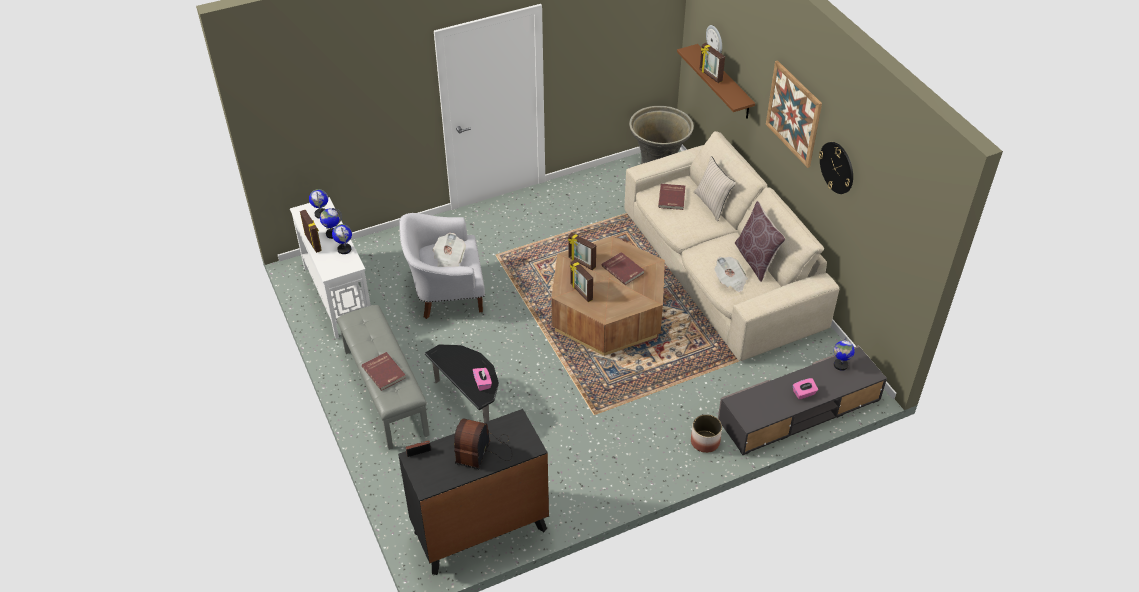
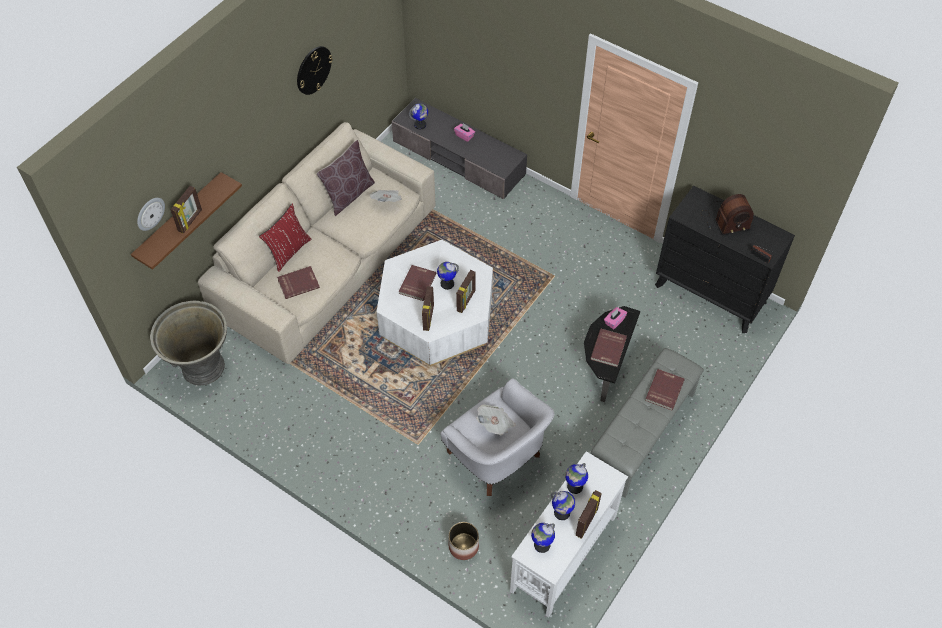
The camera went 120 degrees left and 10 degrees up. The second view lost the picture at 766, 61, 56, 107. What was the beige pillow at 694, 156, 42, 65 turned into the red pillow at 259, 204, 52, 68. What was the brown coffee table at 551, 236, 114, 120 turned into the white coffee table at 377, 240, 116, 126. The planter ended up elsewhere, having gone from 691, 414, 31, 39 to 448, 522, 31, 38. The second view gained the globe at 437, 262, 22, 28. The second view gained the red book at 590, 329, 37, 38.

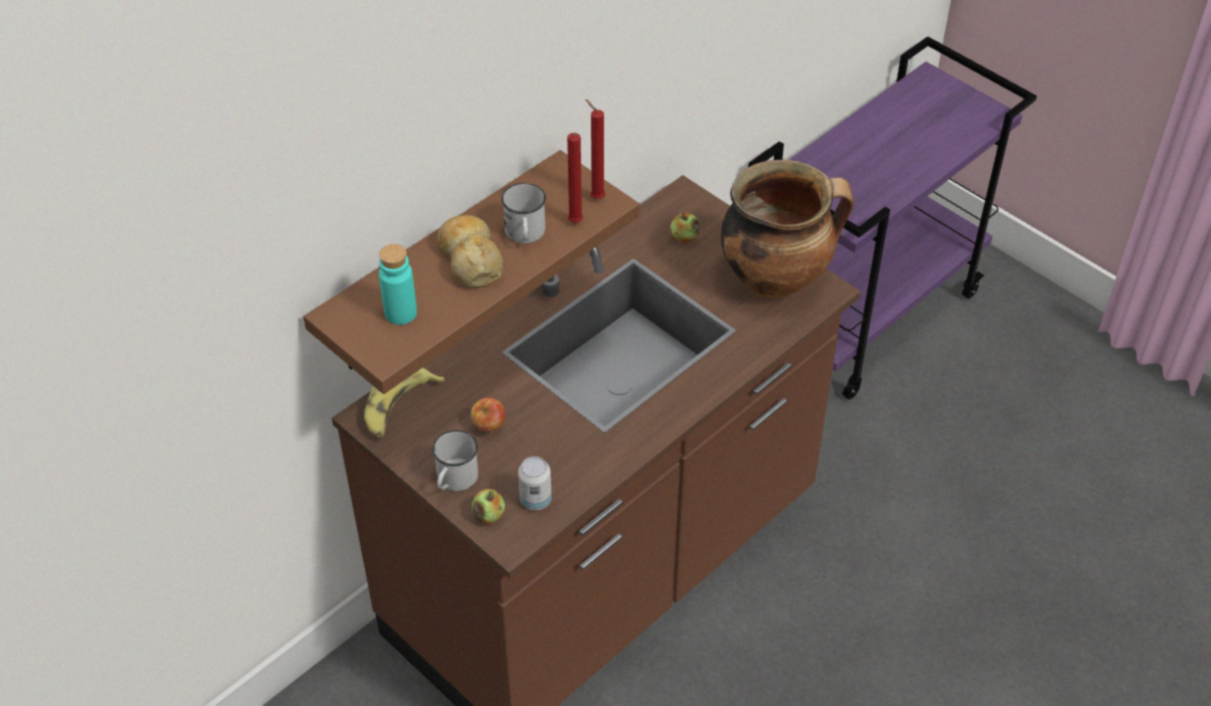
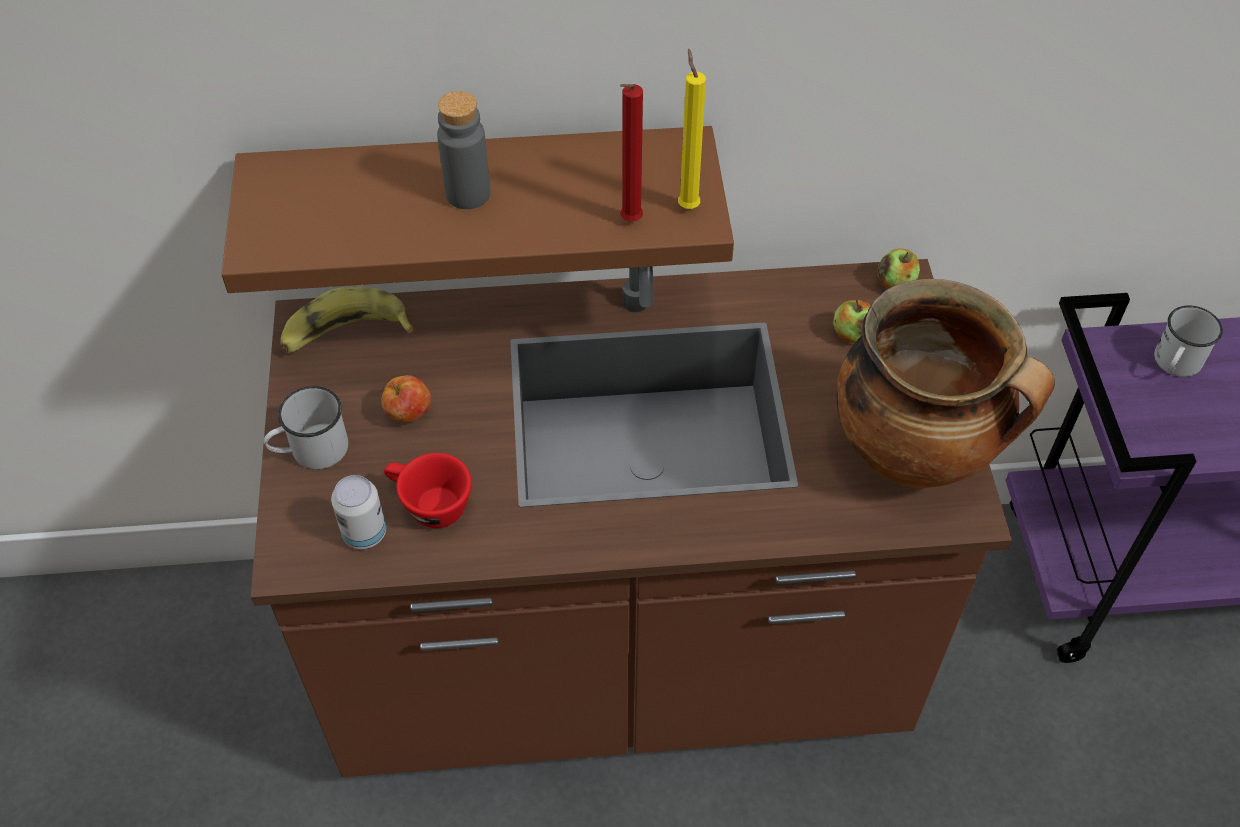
The camera went 40 degrees right and 5 degrees up. What was the red candle at 585, 99, 21, 100 turned into the yellow candle at 678, 49, 28, 160. The white mug ended up elsewhere, having gone from 501, 183, 45, 61 to 1154, 305, 69, 72. Where the bread stood at 437, 215, 66, 73, the grey bottle came to stand at 437, 91, 54, 118. The second view lost the turquoise bottle at 379, 244, 38, 81. The apple ended up elsewhere, having gone from 472, 489, 33, 35 to 878, 248, 42, 41. The second view gained the red cup at 384, 453, 88, 75.

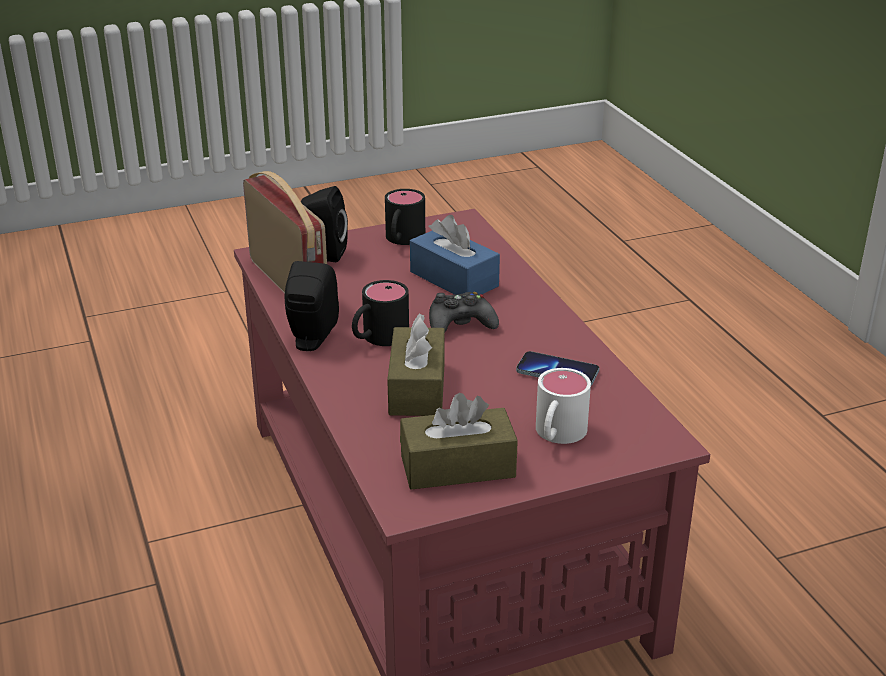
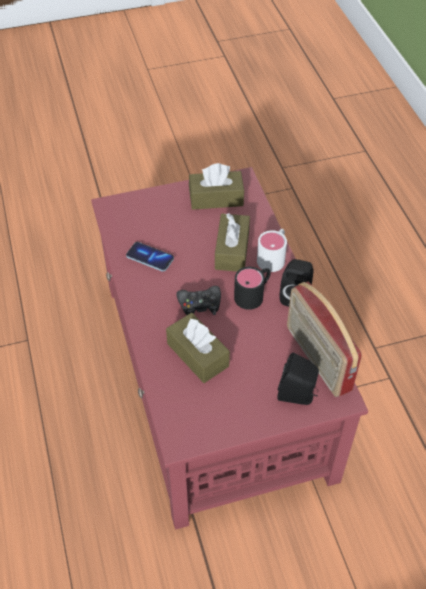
The camera went 175 degrees left and 20 degrees up. The second view lost the black mug at 385, 189, 40, 56. What was the blue tissue box at 410, 215, 90, 80 turned into the brown tissue box at 166, 313, 64, 70. The white mug ended up elsewhere, having gone from 536, 368, 55, 76 to 257, 229, 30, 43.

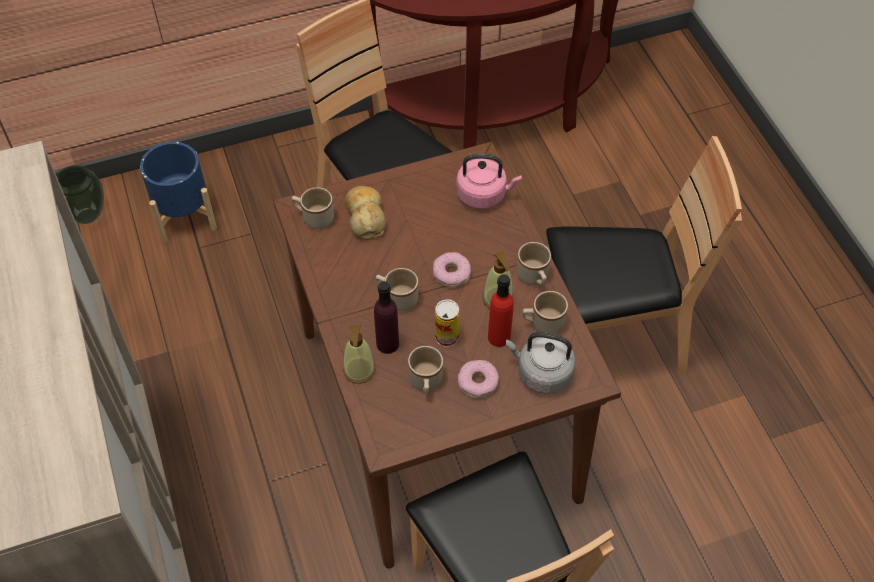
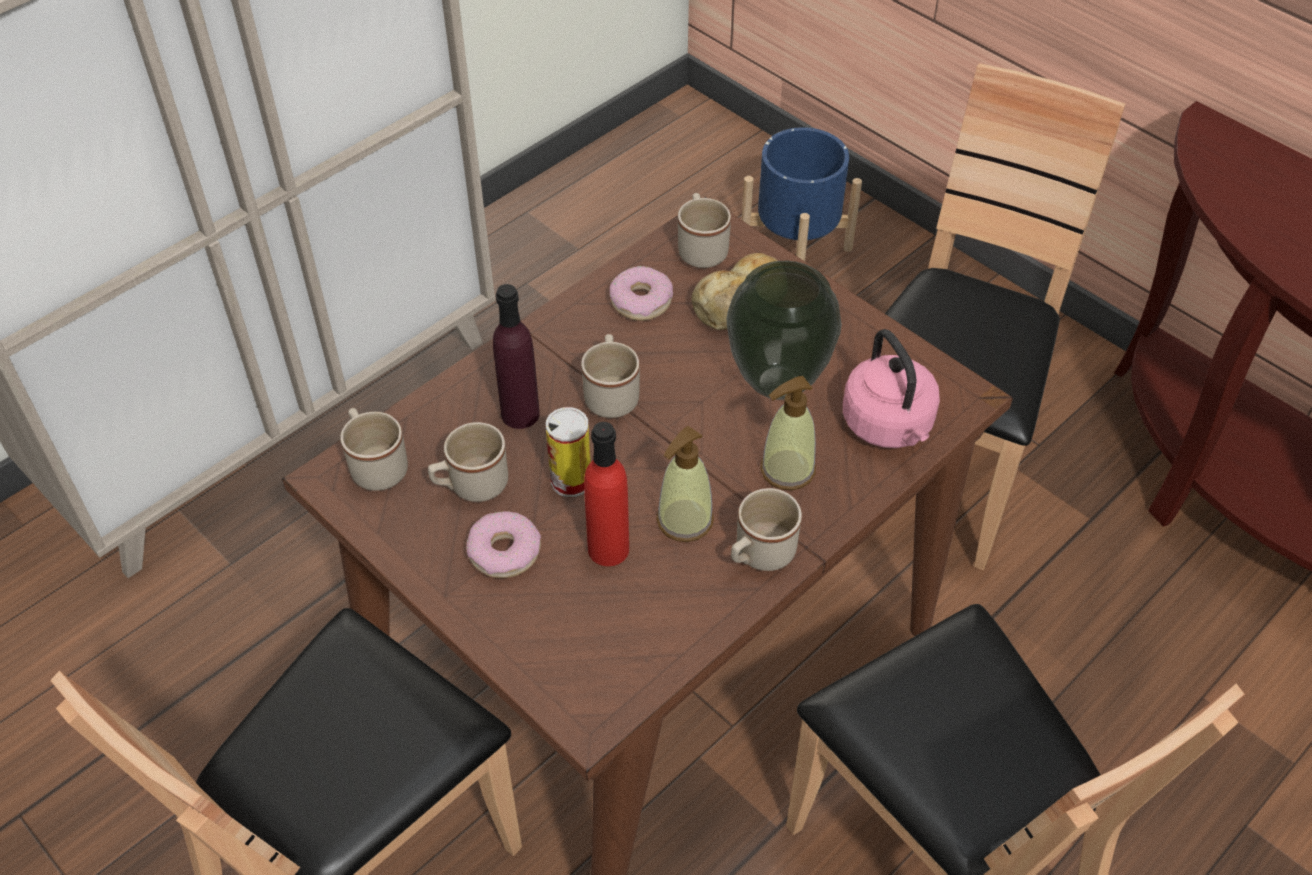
The camera went 65 degrees right and 5 degrees down. The vase ended up elsewhere, having gone from 56, 165, 48, 59 to 726, 261, 116, 139. The donut ended up elsewhere, having gone from 433, 252, 38, 35 to 610, 266, 63, 55. The beige mug ended up elsewhere, having gone from 522, 291, 46, 43 to 340, 408, 68, 83. The soap dispenser ended up elsewhere, having gone from 343, 325, 33, 59 to 760, 376, 56, 114. The second view lost the grey kettle at 506, 332, 69, 62.

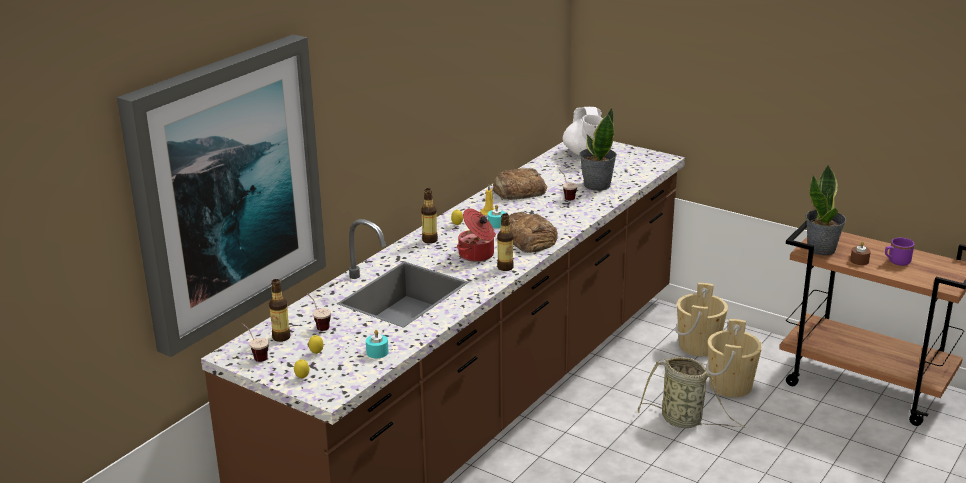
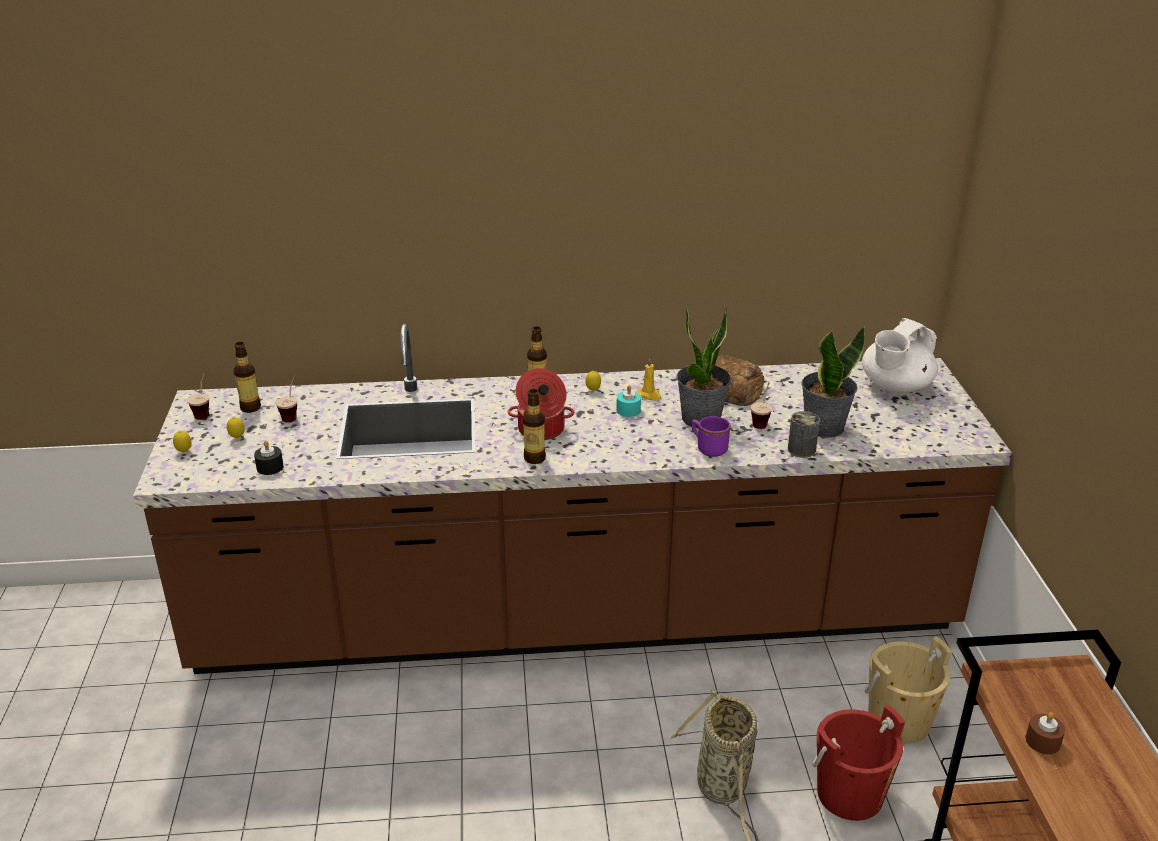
The camera went 50 degrees right and 5 degrees up. The second view lost the picture at 117, 34, 209, 323. The potted plant ended up elsewhere, having gone from 806, 164, 40, 91 to 677, 306, 54, 123. The second view lost the bread at 509, 212, 49, 41. The purple mug ended up elsewhere, having gone from 885, 238, 29, 28 to 692, 416, 39, 41. What was the beige bucket at 706, 319, 56, 78 turned into the red bucket at 813, 705, 92, 116. What was the turquoise candle at 366, 330, 23, 28 turned into the black candle at 254, 441, 30, 34. The second view gained the can at 788, 411, 32, 47.

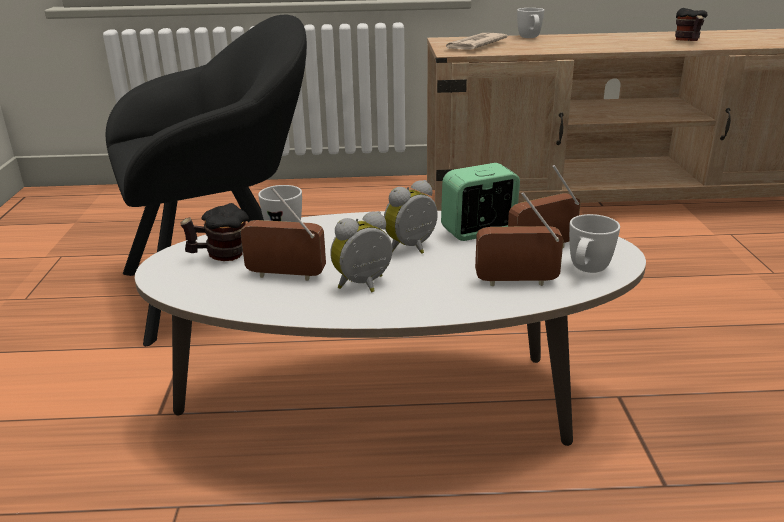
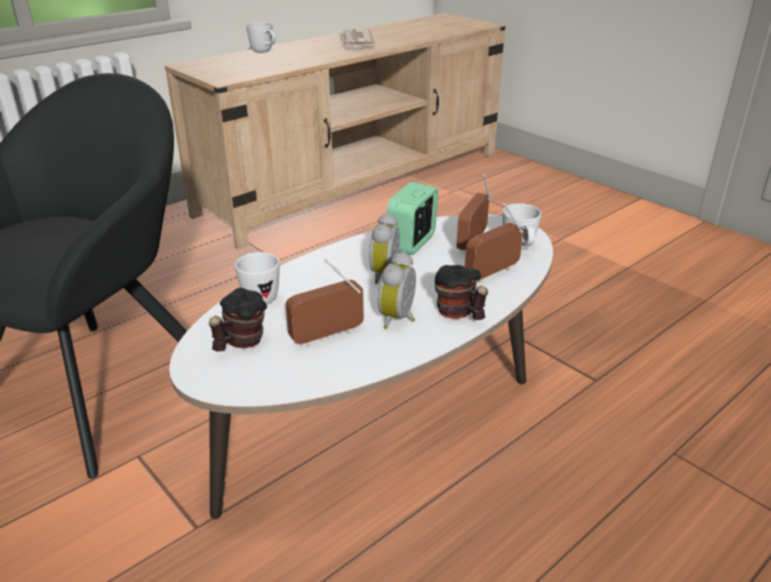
The camera went 40 degrees left and 5 degrees up. The mug ended up elsewhere, having gone from 675, 8, 33, 33 to 435, 265, 53, 55. The newspaper ended up elsewhere, having gone from 446, 33, 62, 17 to 339, 28, 35, 22.

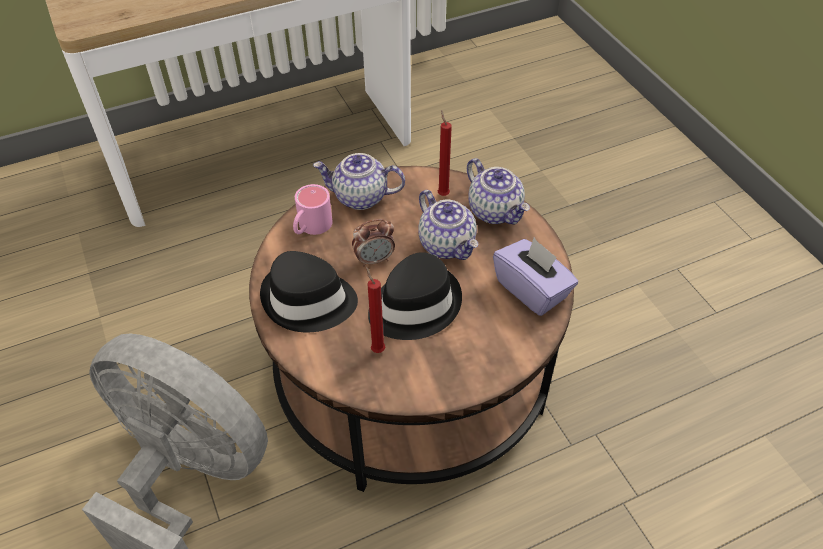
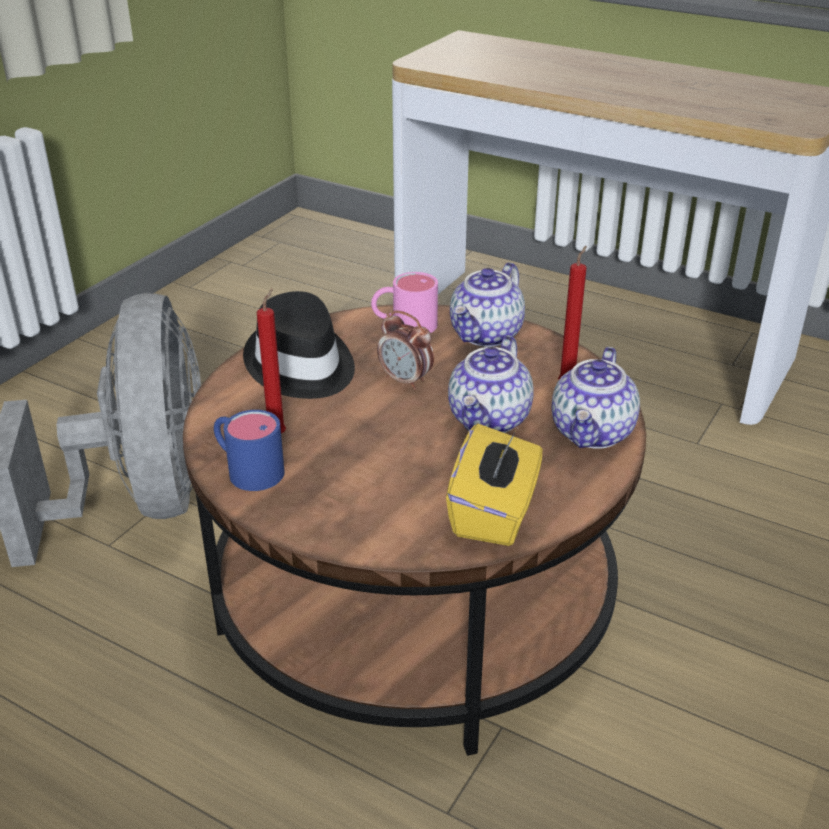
The camera went 55 degrees right and 15 degrees down. The teapot at 313, 153, 92, 57 ended up facing another way, 120 degrees counterclockwise from before. What was the purple tissue box at 493, 238, 85, 78 turned into the yellow tissue box at 446, 424, 96, 122. The second view lost the black hat at 368, 252, 94, 88. The second view gained the blue mug at 214, 410, 70, 81.

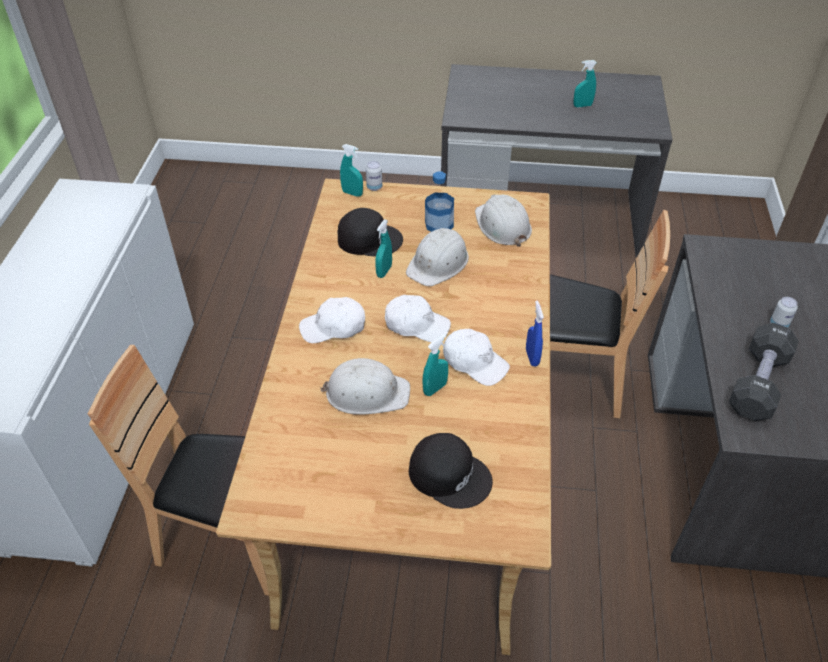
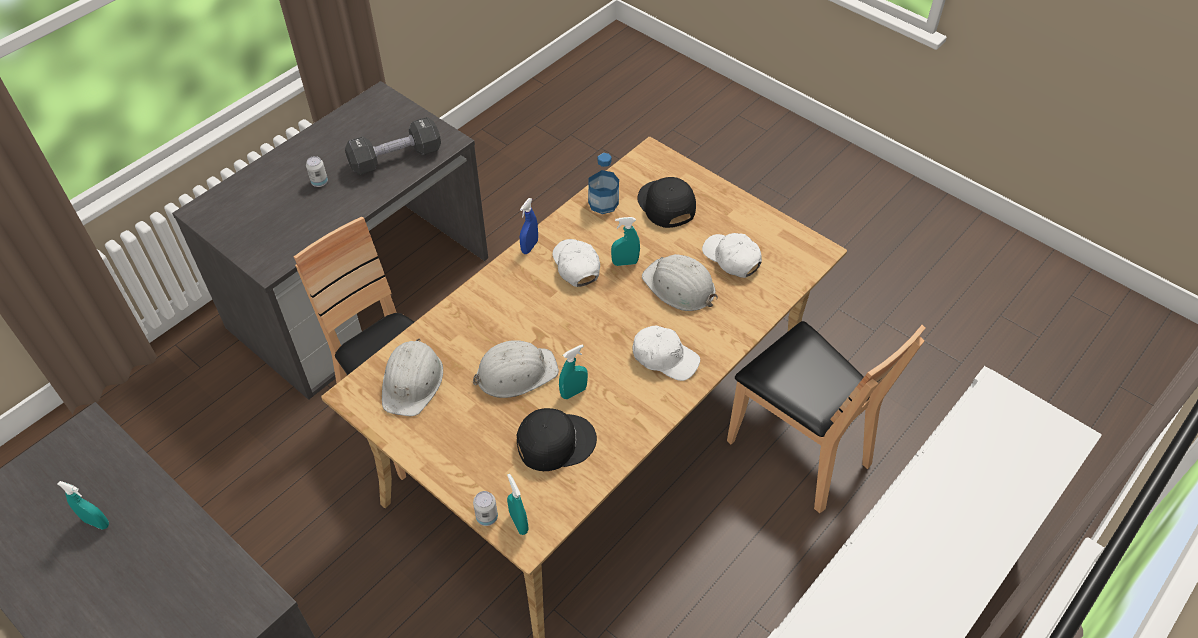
The camera went 145 degrees left and 5 degrees up. The bottle ended up elsewhere, having gone from 425, 171, 29, 61 to 588, 153, 31, 61. The black cap at 338, 208, 65, 49 ended up facing another way, 120 degrees clockwise from before. The white cap ended up elsewhere, having gone from 385, 295, 66, 47 to 702, 233, 60, 45.

